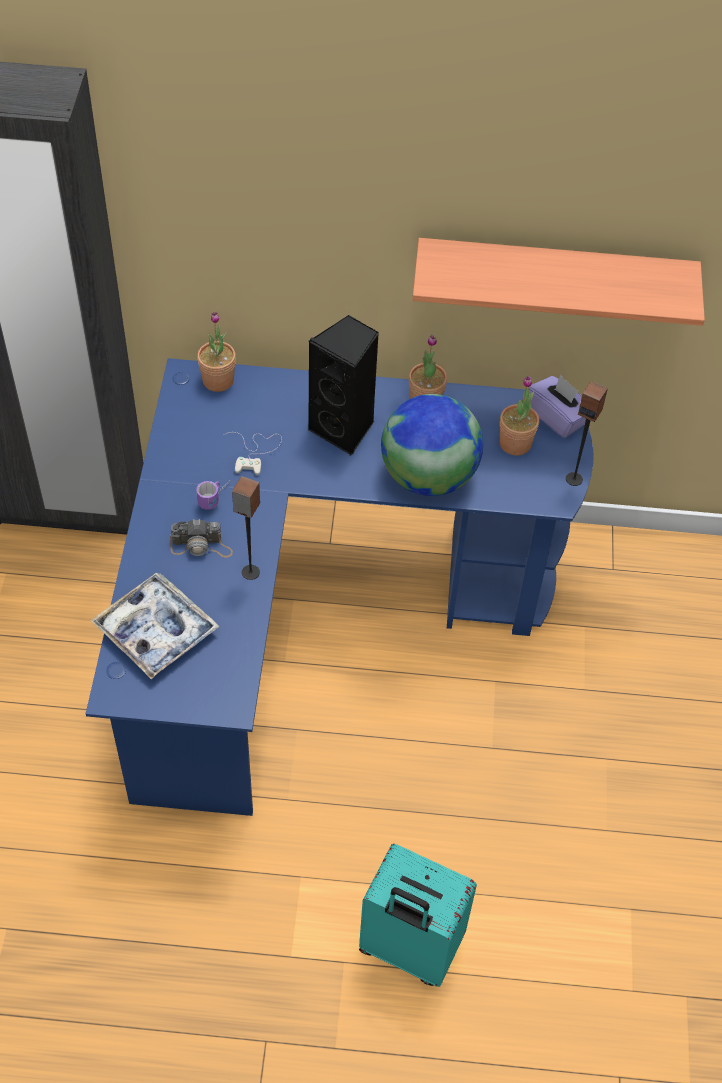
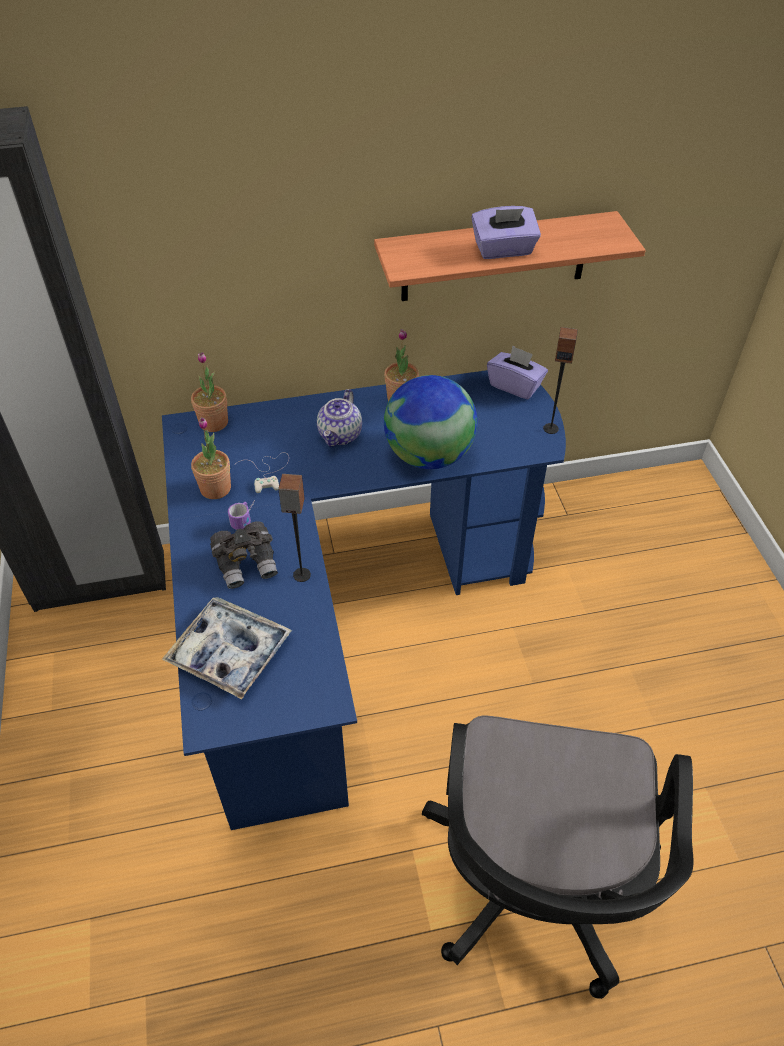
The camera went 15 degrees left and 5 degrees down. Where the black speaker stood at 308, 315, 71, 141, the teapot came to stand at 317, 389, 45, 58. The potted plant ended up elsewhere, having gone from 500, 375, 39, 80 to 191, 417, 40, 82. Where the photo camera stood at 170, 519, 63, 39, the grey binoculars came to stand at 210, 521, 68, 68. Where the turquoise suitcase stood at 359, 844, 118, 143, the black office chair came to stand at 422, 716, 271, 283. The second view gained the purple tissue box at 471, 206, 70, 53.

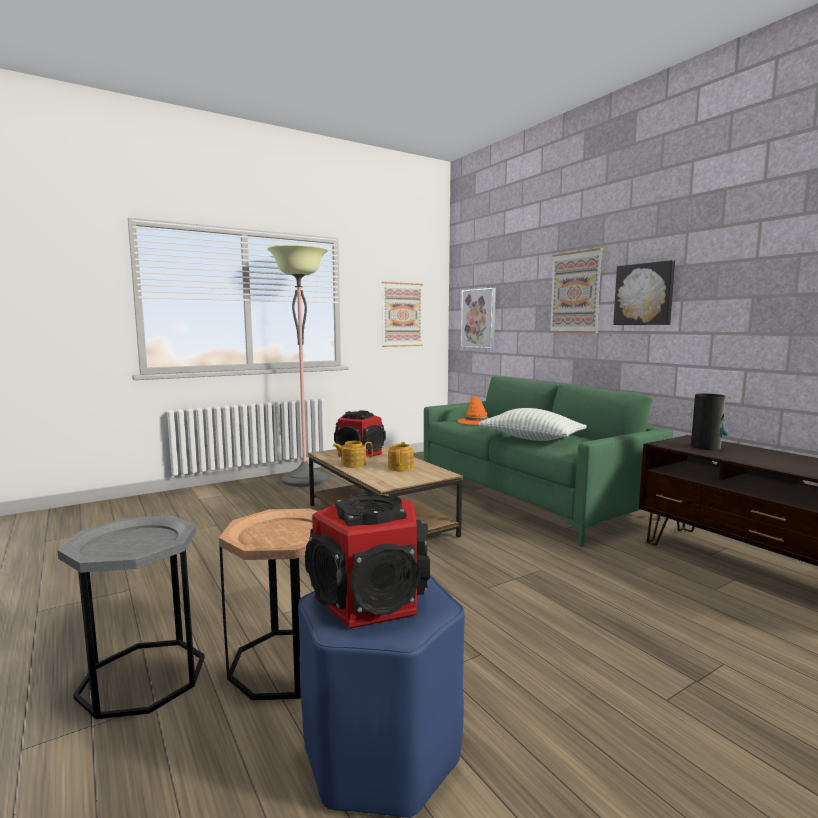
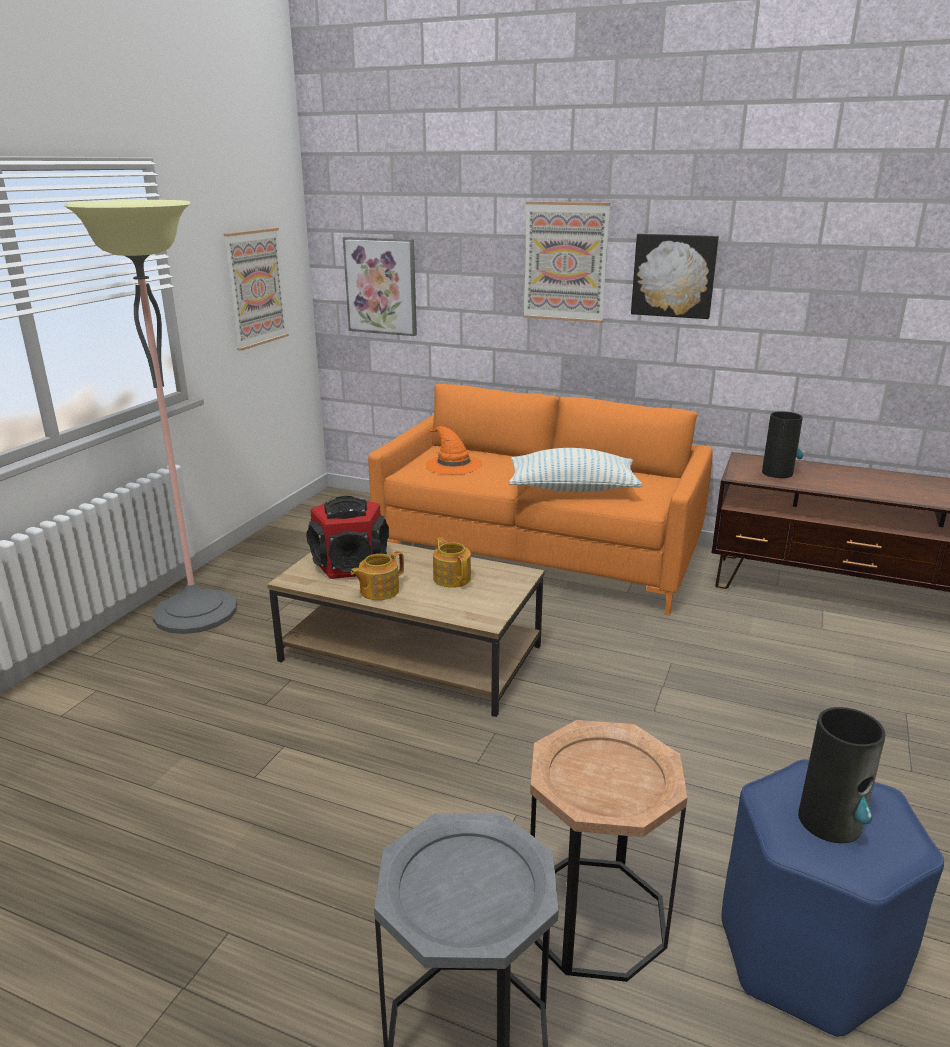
The camera went 35 degrees left and 15 degrees up. What was the green sofa at 424, 376, 249, 171 turned into the orange sofa at 368, 384, 344, 231. Where the speaker stood at 305, 492, 125, 136, the vase came to stand at 798, 707, 88, 136.

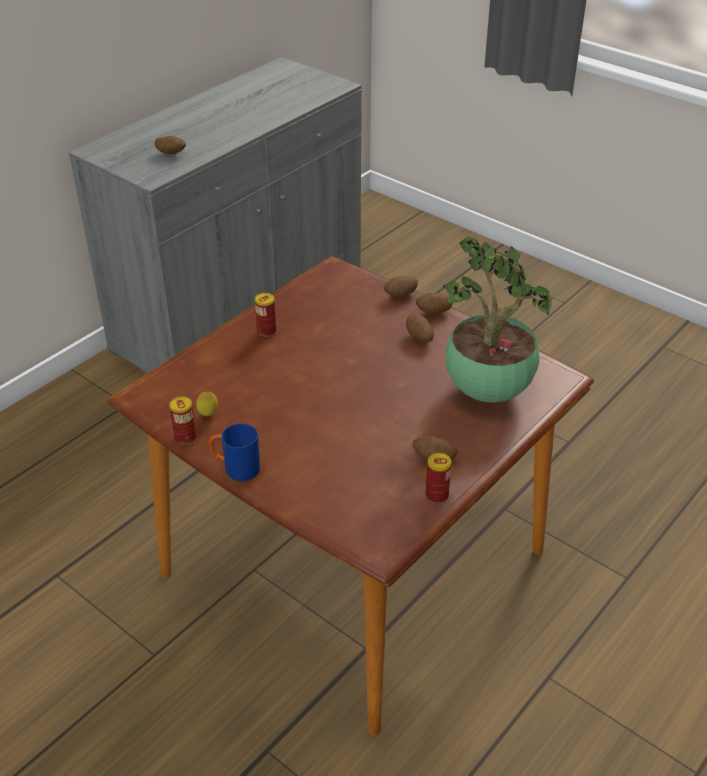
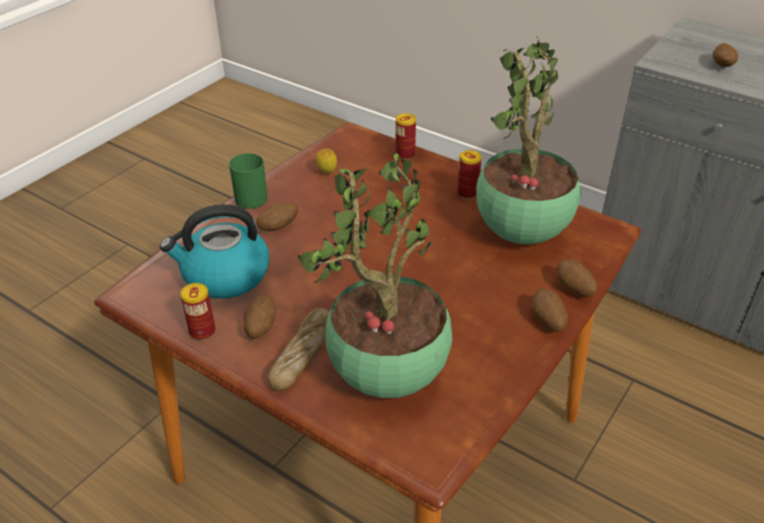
The camera went 85 degrees right and 0 degrees up. The potato ended up elsewhere, having gone from 406, 314, 28, 29 to 256, 202, 42, 29. The can ended up elsewhere, having gone from 169, 396, 27, 49 to 395, 113, 21, 47. What was the blue mug at 209, 424, 51, 57 turned into the green mug at 229, 153, 38, 56. The second view gained the potted plant at 476, 36, 105, 208. The second view gained the kettle at 160, 204, 109, 95. The second view gained the bread at 269, 308, 60, 82.

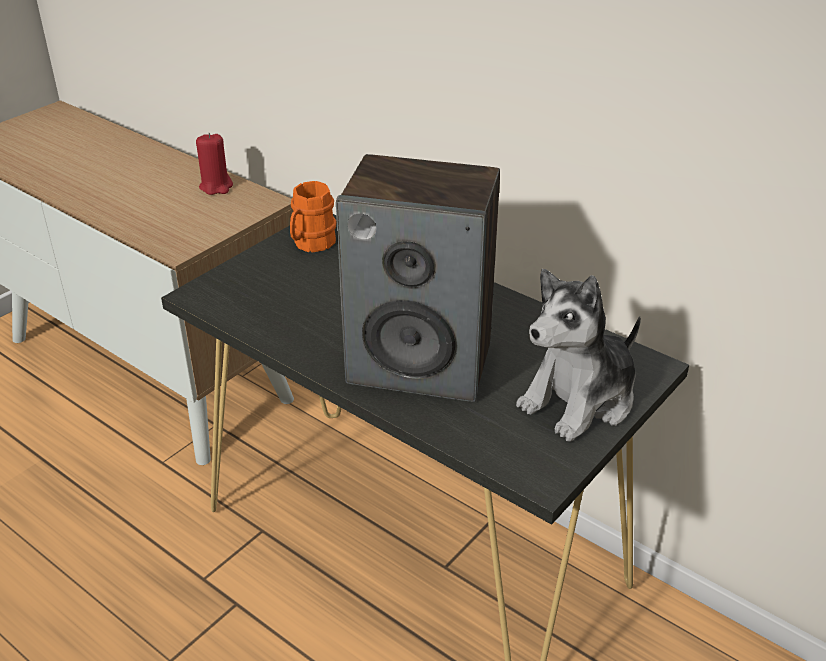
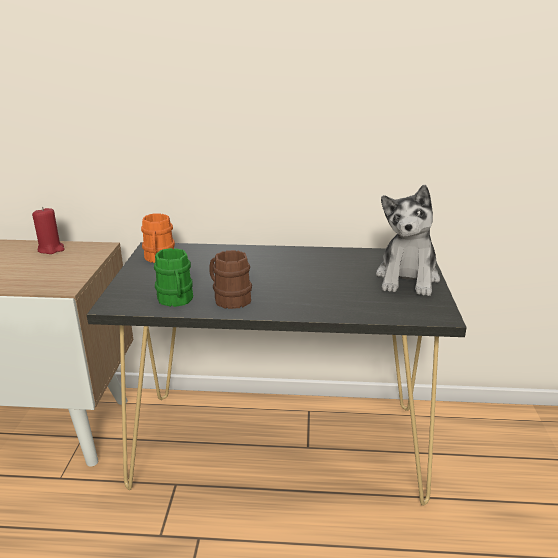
The camera went 35 degrees left and 10 degrees down. The second view lost the speaker at 336, 154, 164, 248. The second view gained the green mug at 154, 248, 39, 59. The second view gained the brown mug at 209, 250, 43, 59.

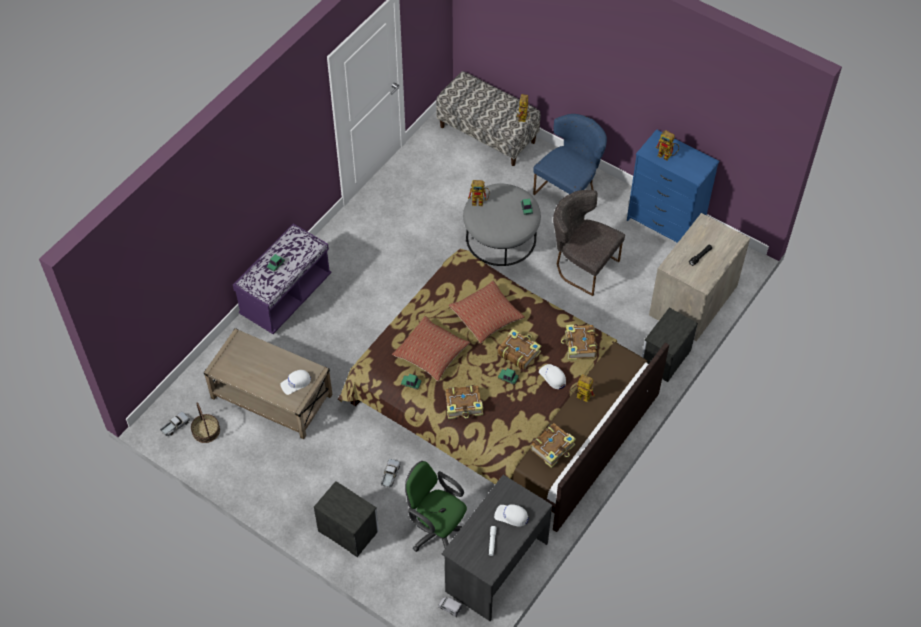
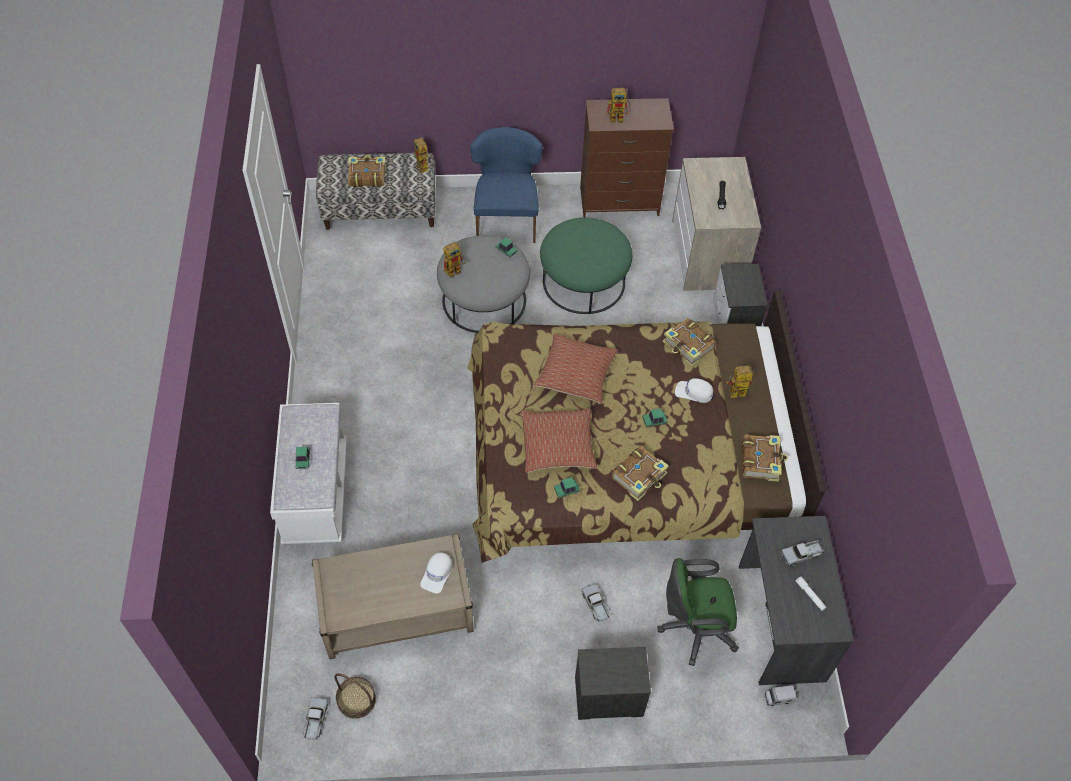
The camera went 40 degrees left and 0 degrees up. What was the blue dresser at 627, 129, 92, 114 turned into the brown dresser at 580, 98, 94, 119. Where the grey chair stood at 553, 190, 72, 106, the green ottoman came to stand at 540, 217, 92, 97. What was the purple bench at 233, 224, 99, 110 turned into the white bench at 270, 403, 77, 141. The book ended up elsewhere, having gone from 497, 329, 44, 41 to 348, 155, 38, 32. Where the white cap stood at 494, 504, 34, 23, the toy truck came to stand at 781, 540, 44, 27.

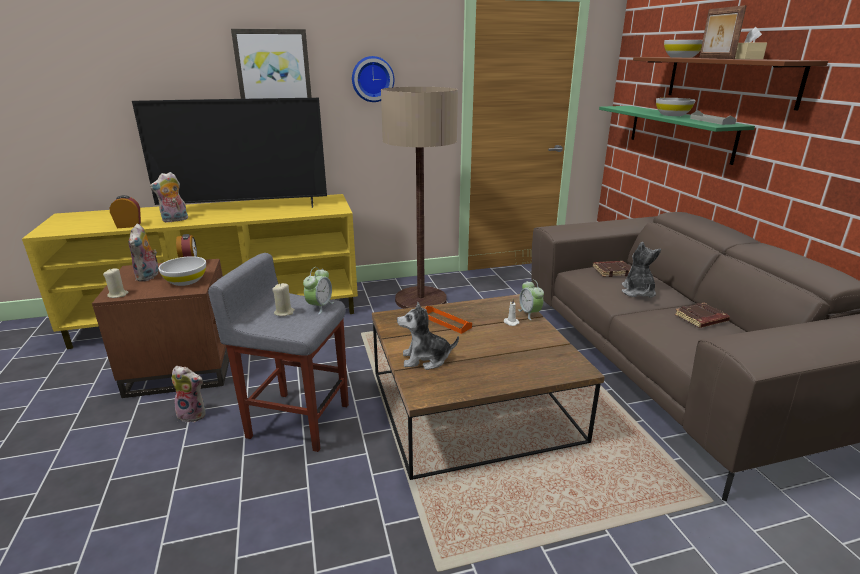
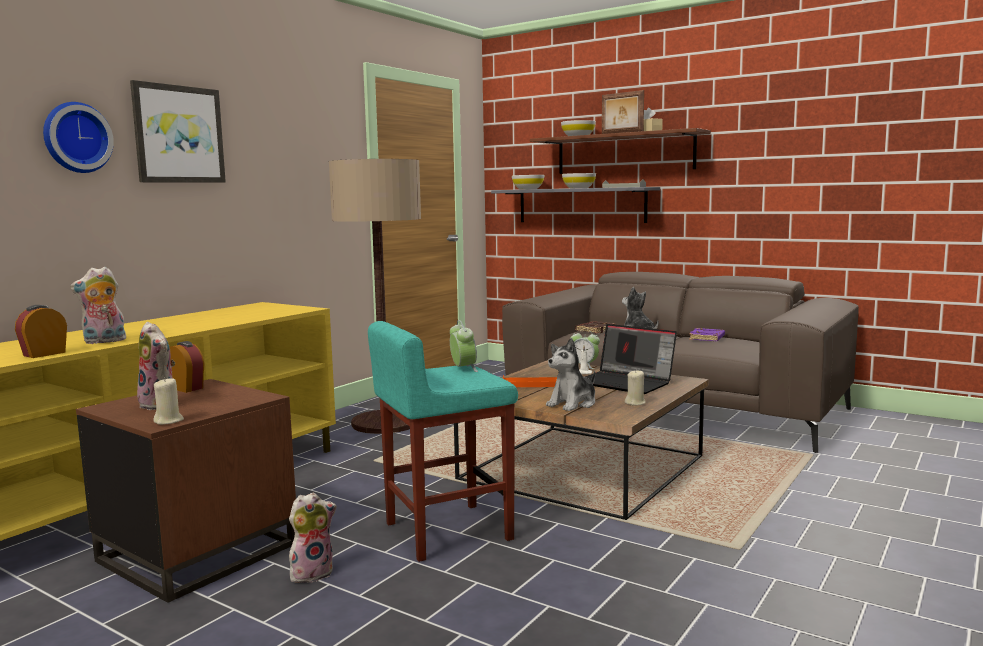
The camera went 40 degrees left and 15 degrees down. The wall clock ended up elsewhere, having gone from 352, 56, 42, 46 to 43, 102, 71, 71. The second view lost the television at 132, 98, 195, 110. What was the green shelf at 599, 106, 156, 59 turned into the grey shelf at 491, 187, 169, 36. The plush toy at 150, 172, 38, 50 ended up facing another way, 45 degrees clockwise from before. What was the grey stool at 208, 253, 141, 199 turned into the turquoise stool at 368, 321, 150, 241. The white bowl ended up elsewhere, having gone from 158, 256, 48, 30 to 512, 175, 32, 14. The beige candle ended up elsewhere, having gone from 272, 283, 23, 33 to 625, 370, 21, 35. What was the brown book at 675, 303, 55, 25 turned into the purple book at 689, 328, 36, 13. The second view gained the laptop at 585, 324, 92, 70.

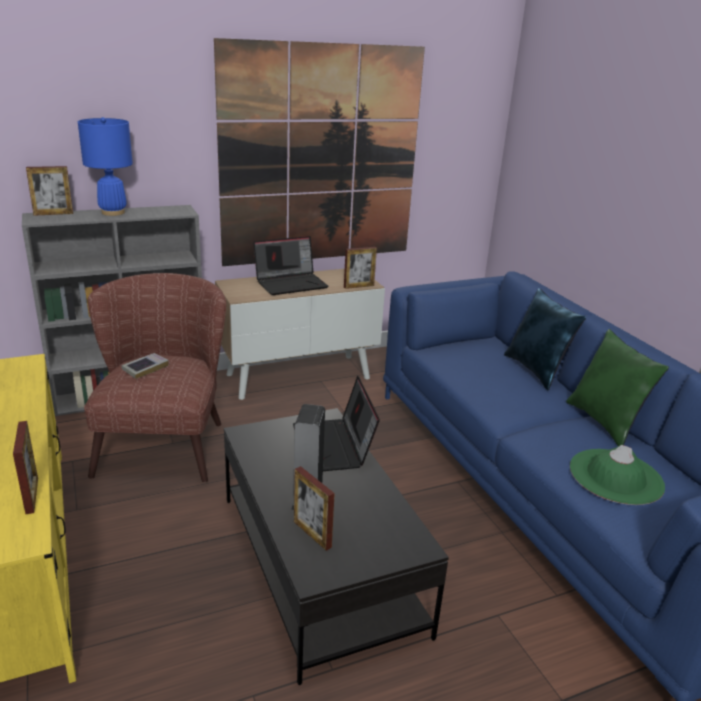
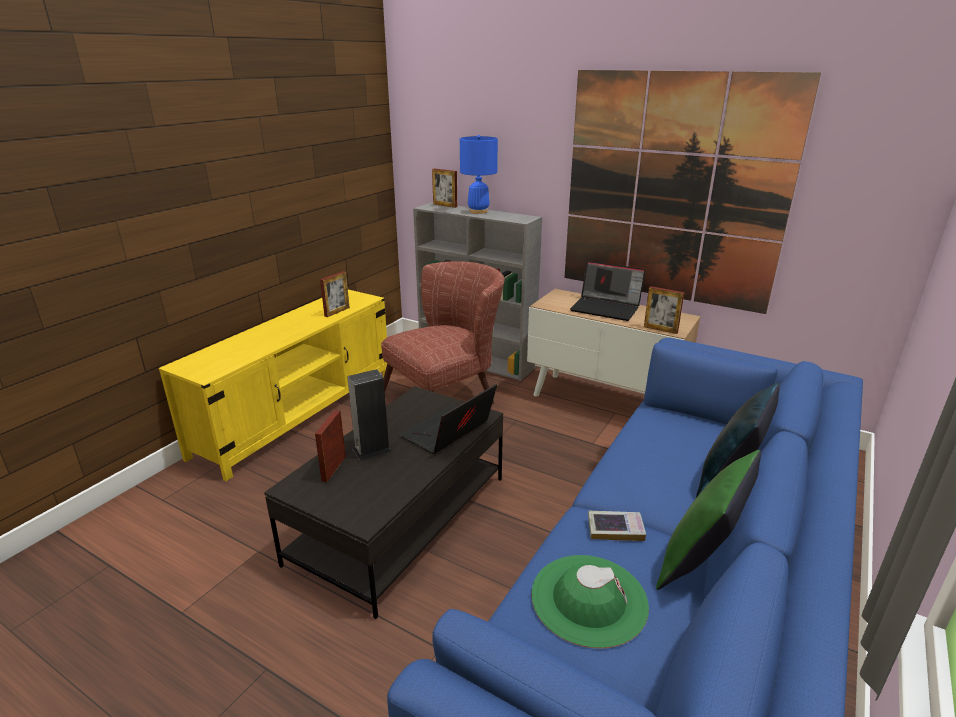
The camera went 55 degrees right and 0 degrees up. The book ended up elsewhere, having gone from 122, 353, 47, 26 to 588, 511, 58, 30. The picture frame ended up elsewhere, having gone from 13, 421, 25, 93 to 320, 271, 30, 46.

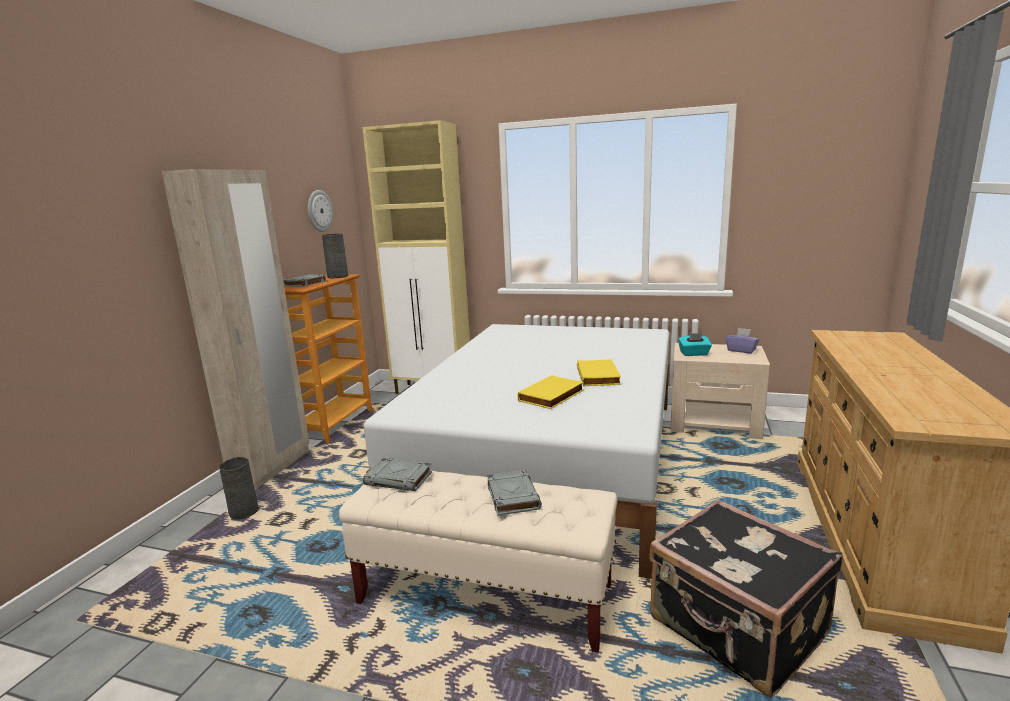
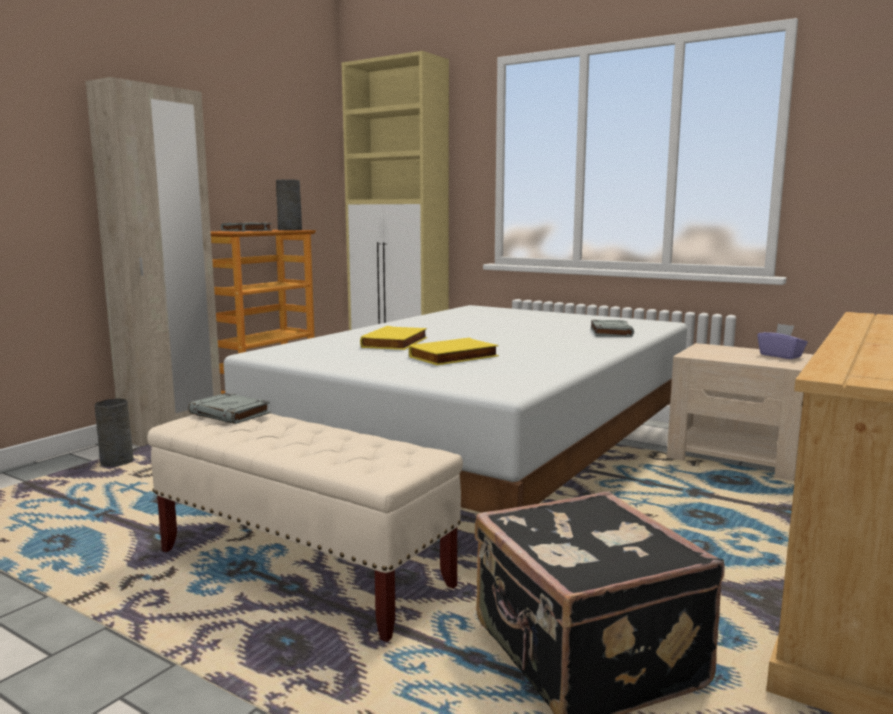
The camera went 15 degrees right and 5 degrees down. The second view lost the wall clock at 308, 190, 25, 42. The second view lost the turquoise tissue box at 678, 333, 34, 23. The yellow book ended up elsewhere, having gone from 577, 359, 44, 27 to 360, 326, 67, 24. The grey book ended up elsewhere, having gone from 487, 470, 55, 46 to 591, 320, 43, 17.

